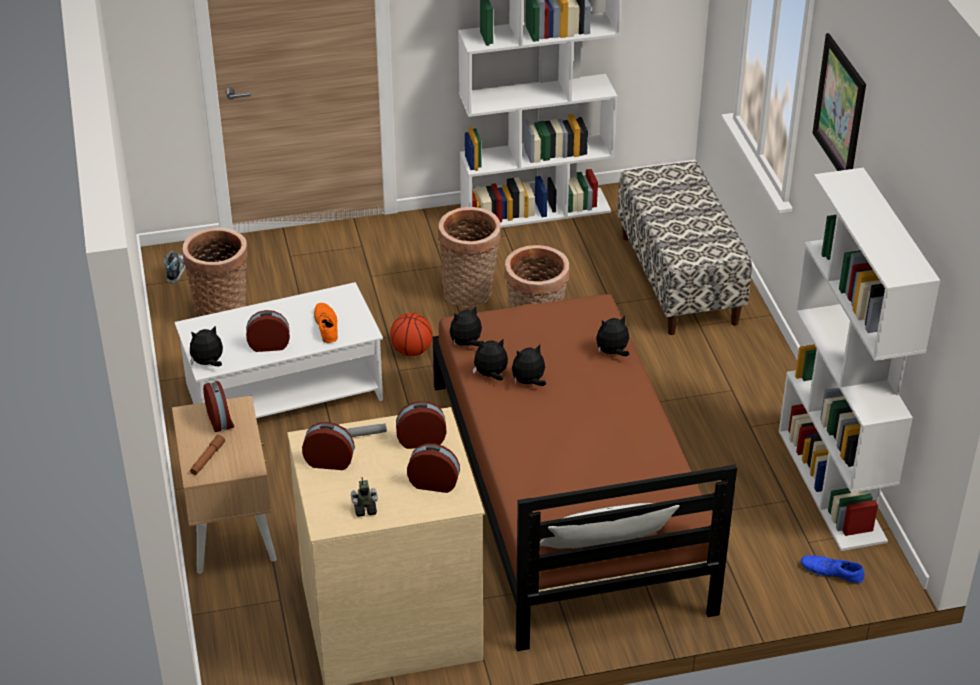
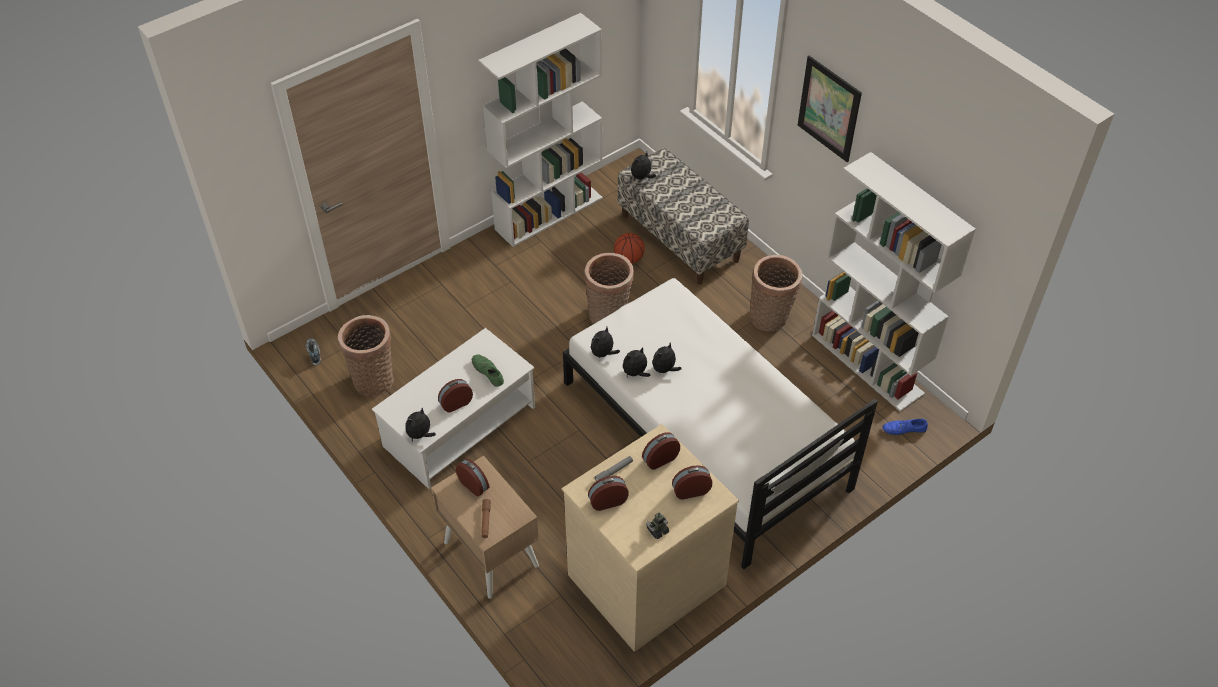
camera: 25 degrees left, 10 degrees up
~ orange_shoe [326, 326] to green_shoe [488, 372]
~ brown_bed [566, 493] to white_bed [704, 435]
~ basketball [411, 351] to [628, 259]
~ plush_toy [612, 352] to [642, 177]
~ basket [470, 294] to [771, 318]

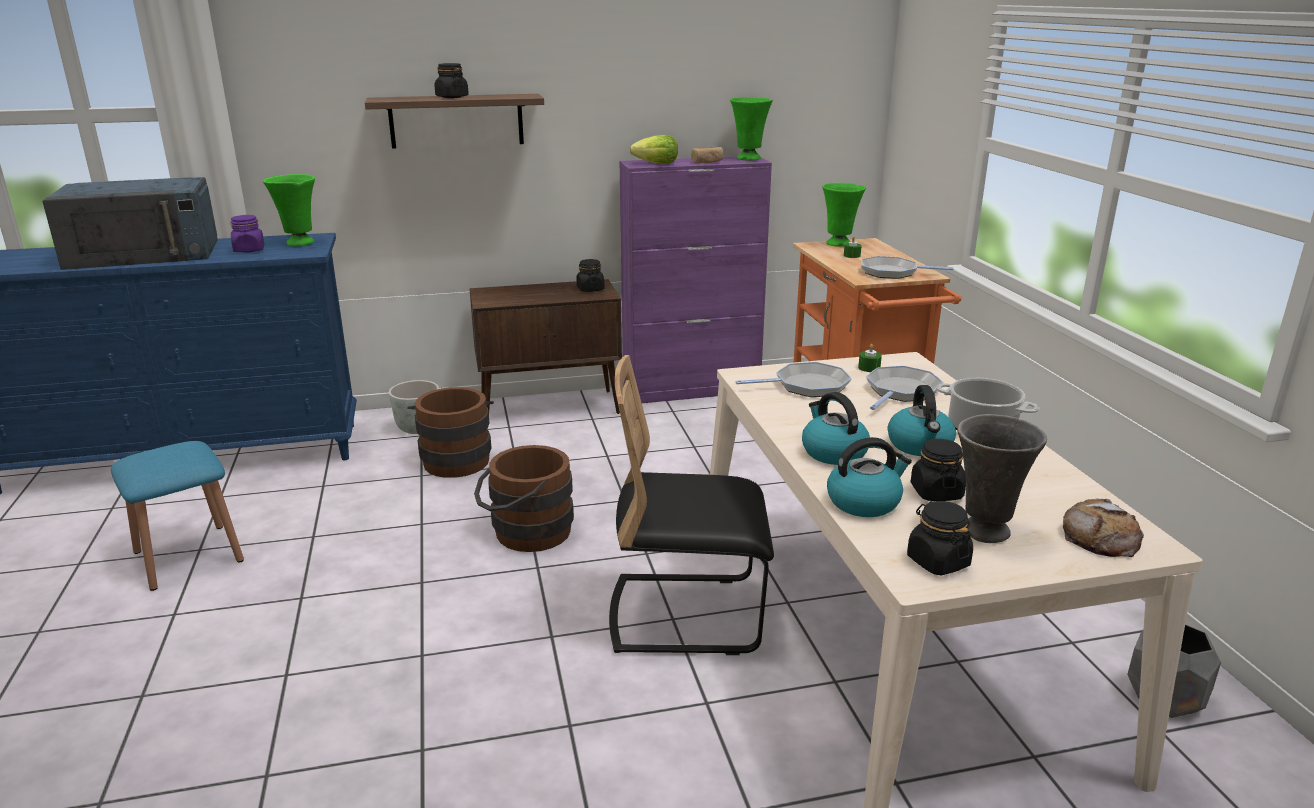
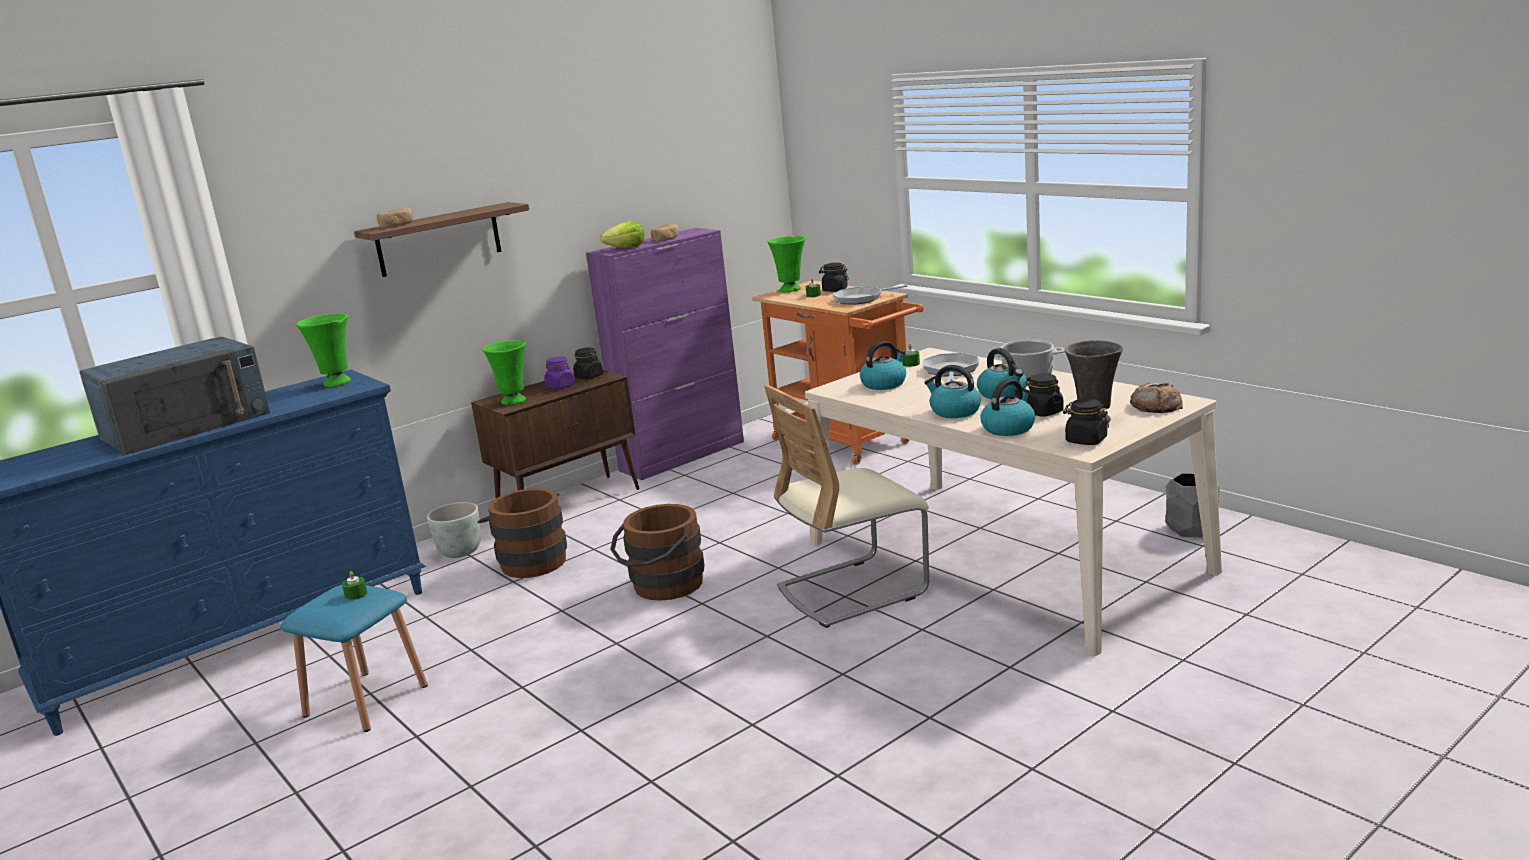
camera: 25 degrees left, 5 degrees down
+ green_candle [356, 594]
+ bread [396, 225]
~ green_vase [749, 159] to [514, 401]
~ purple_jar [249, 250] to [560, 386]
~ black_chair [686, 614] to beige_chair [852, 590]
~ black_jar [452, 97] to [834, 290]
~ frying_pan [807, 386] to kettle [884, 384]

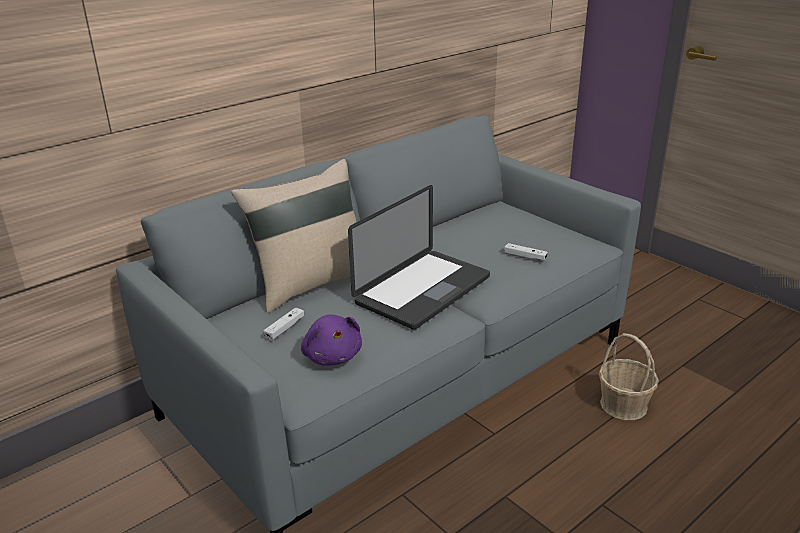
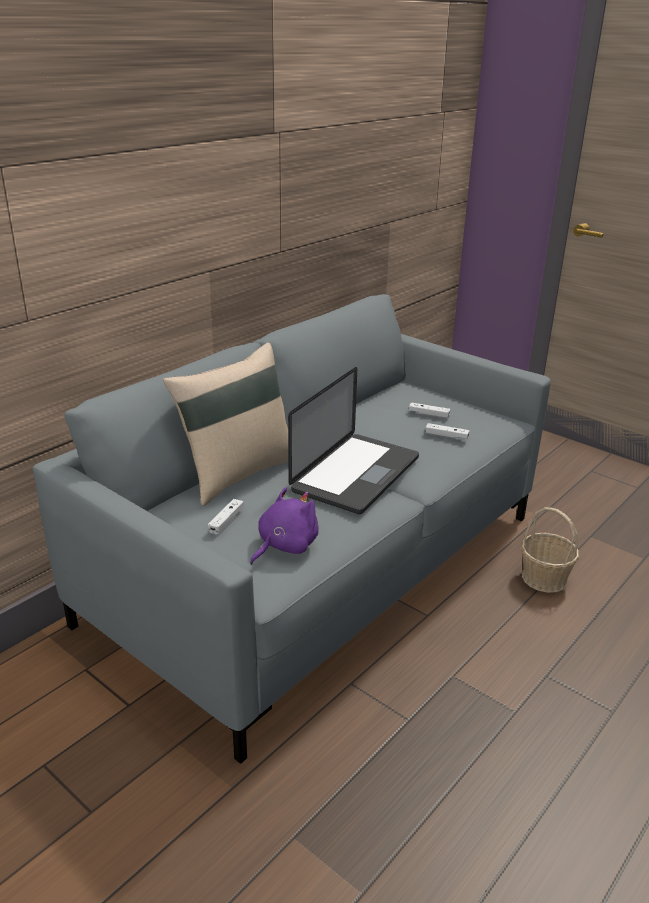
camera: 10 degrees left, 0 degrees up
~ purple_plush_toy [332, 356] = [284, 546] 105 degrees counterclockwise
+ white_game_controller [428, 415]

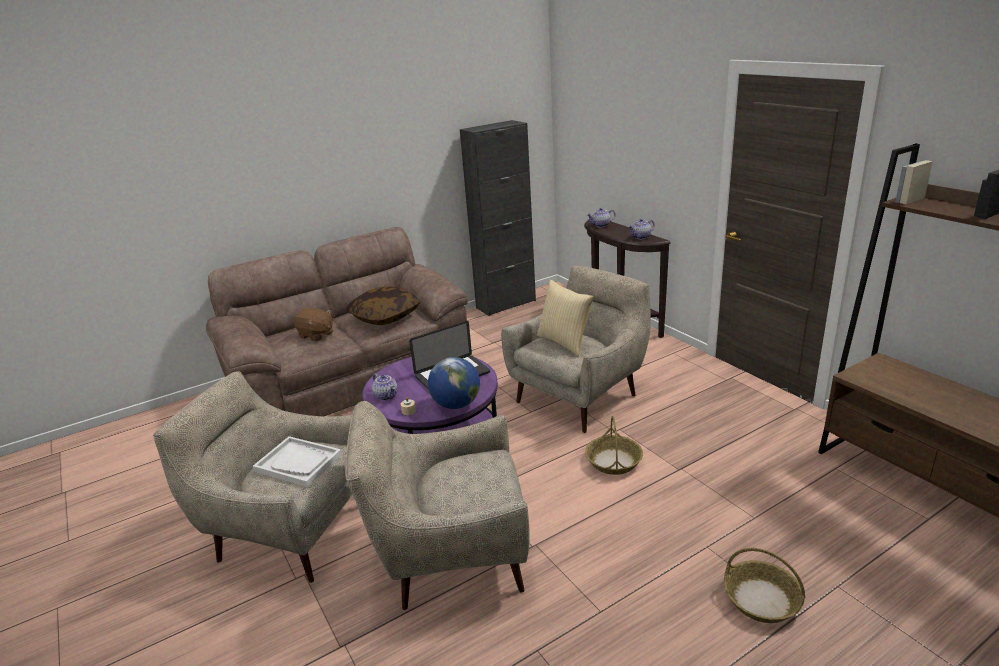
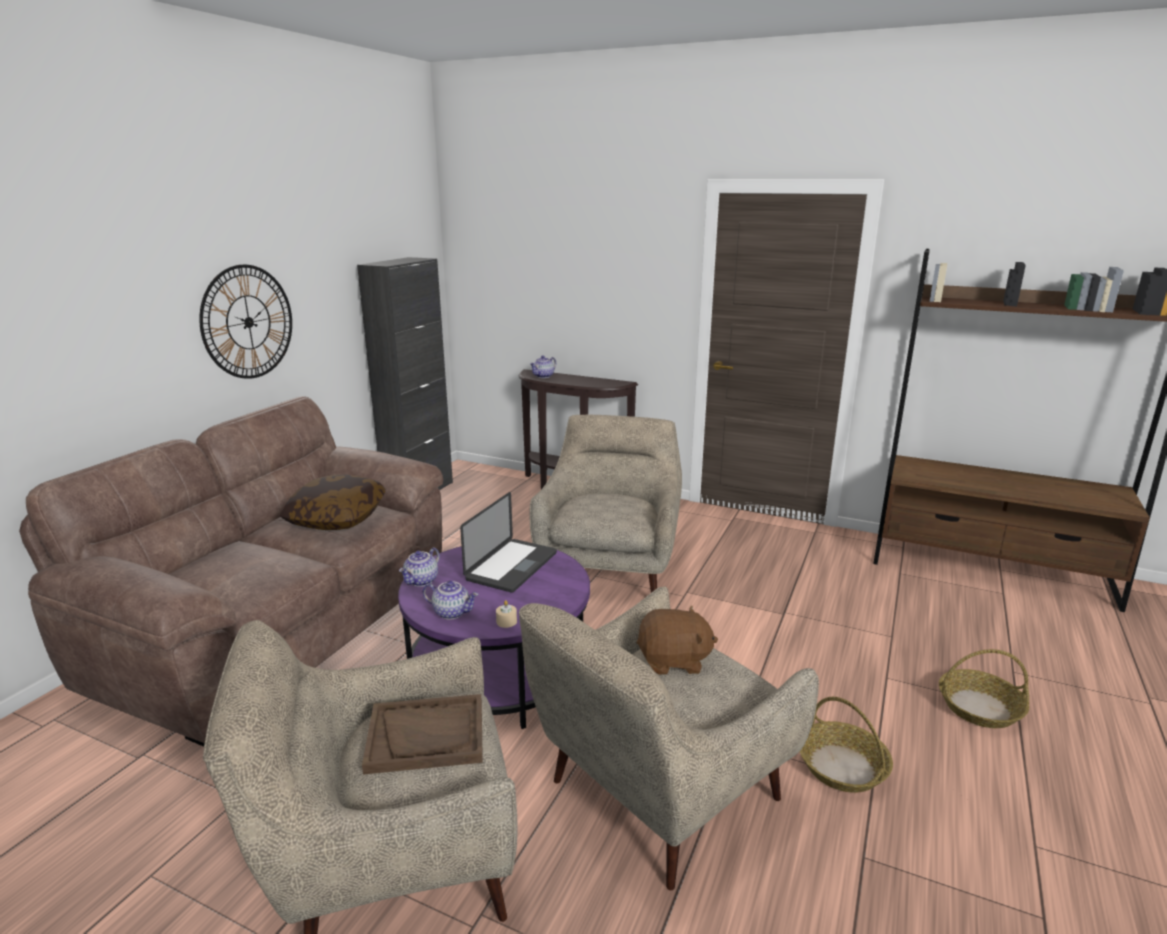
camera: 35 degrees left, 5 degrees down
+ wall_clock [248, 322]
~ white_tray [298, 463] to brown_tray [426, 736]
~ teapot [641, 237] to [422, 581]
~ brown_plush_toy [316, 335] to [674, 661]
~ basket [614, 461] to [843, 767]
- globe [456, 405]
- pillow [565, 342]

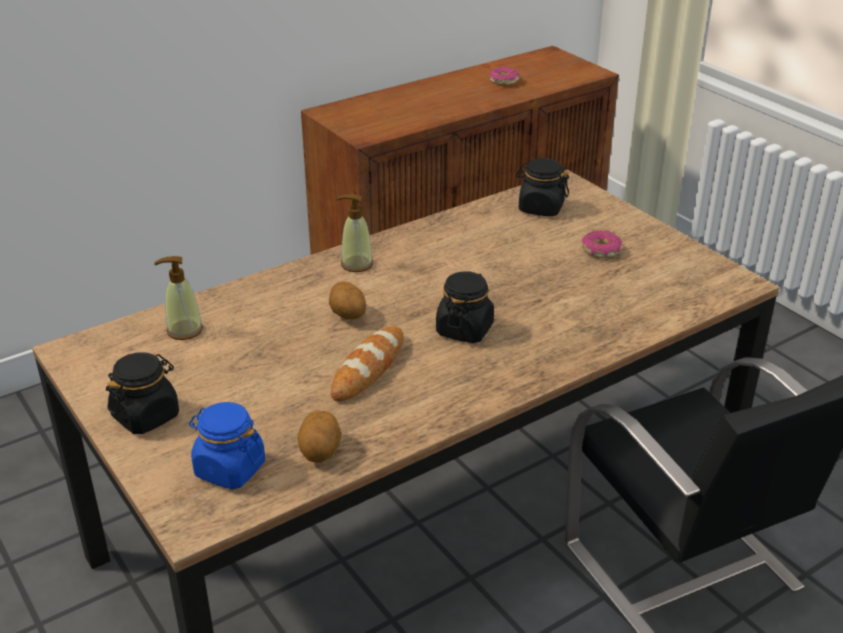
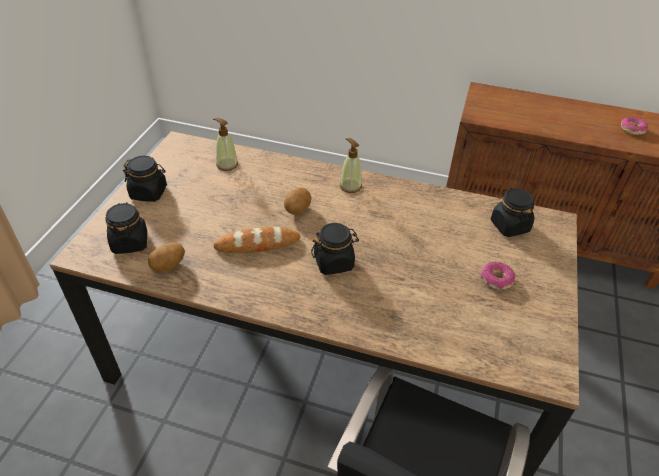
camera: 50 degrees right, 10 degrees up
~ blue_jar [229, 469] to black_jar [130, 242]

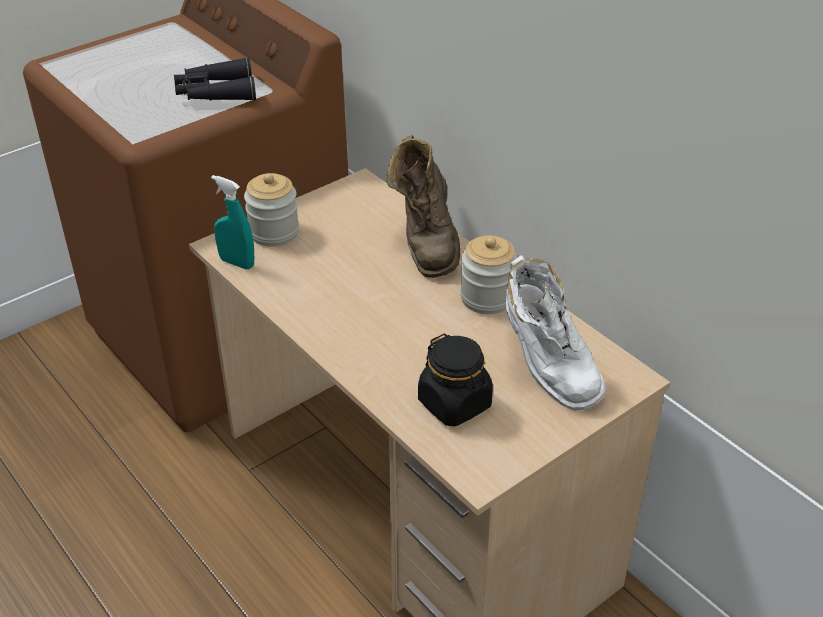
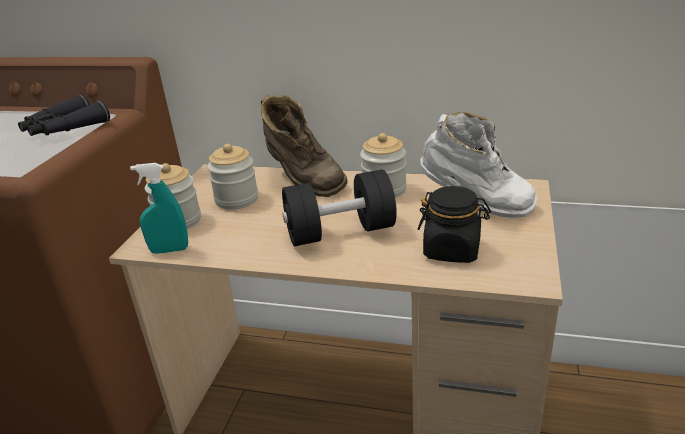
camera: 35 degrees left, 10 degrees down
+ jar [236, 199]
+ black_dumbbell [340, 232]

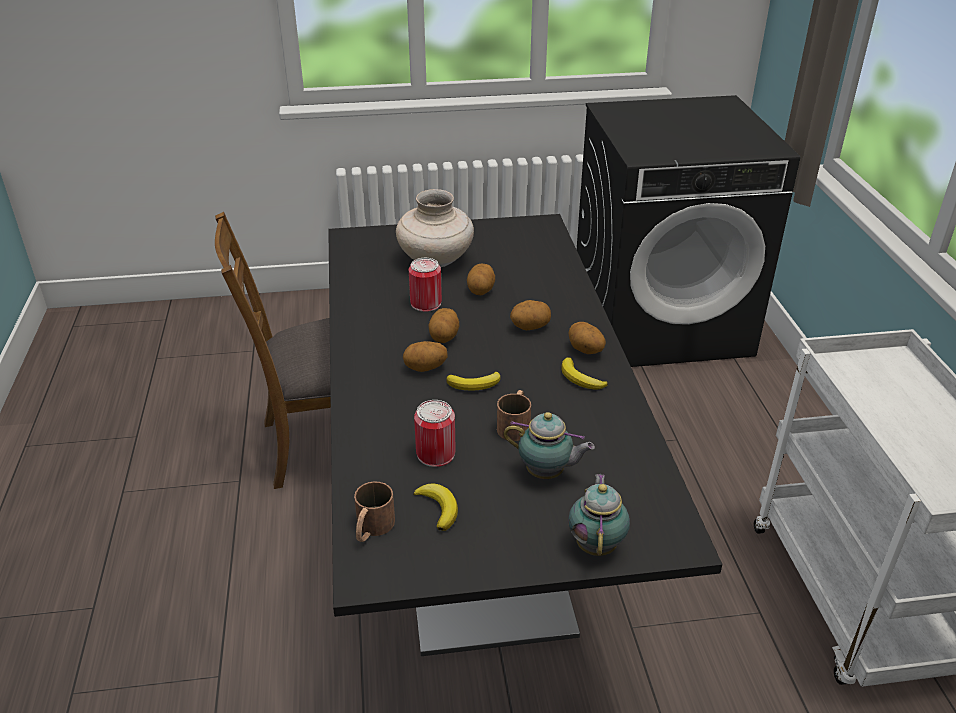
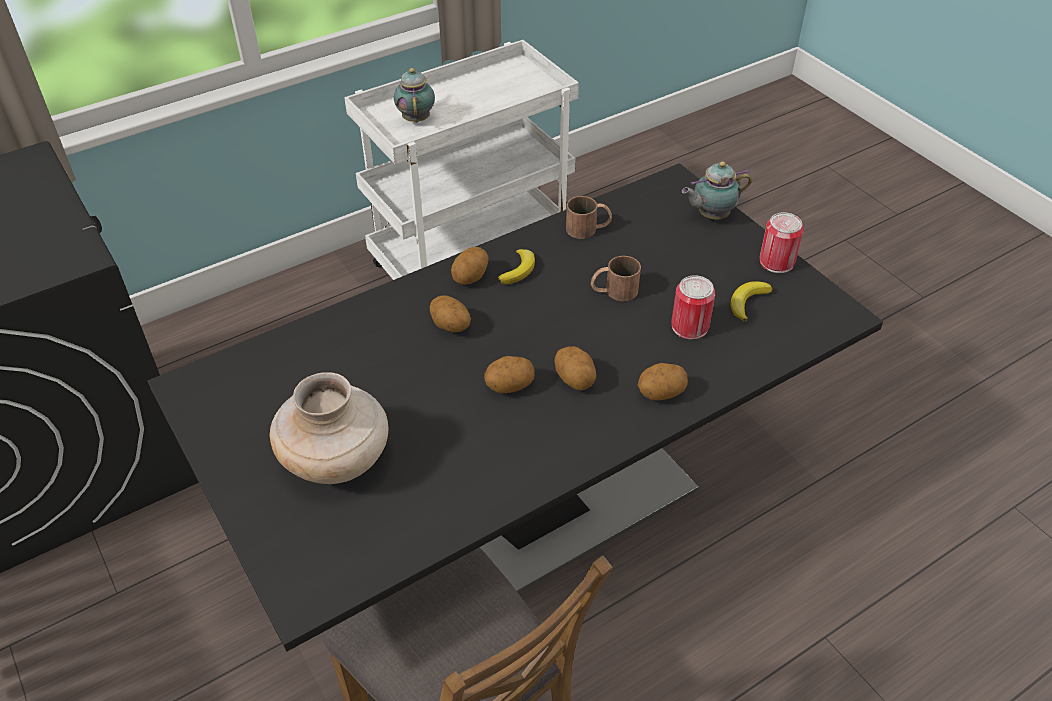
camera: 115 degrees left, 10 degrees up
~ teapot [547, 474] to [416, 118]
~ brown_mug [371, 528] to [588, 228]
~ potato [481, 291] to [661, 393]
~ can [426, 303] to [776, 262]
- banana [475, 384]

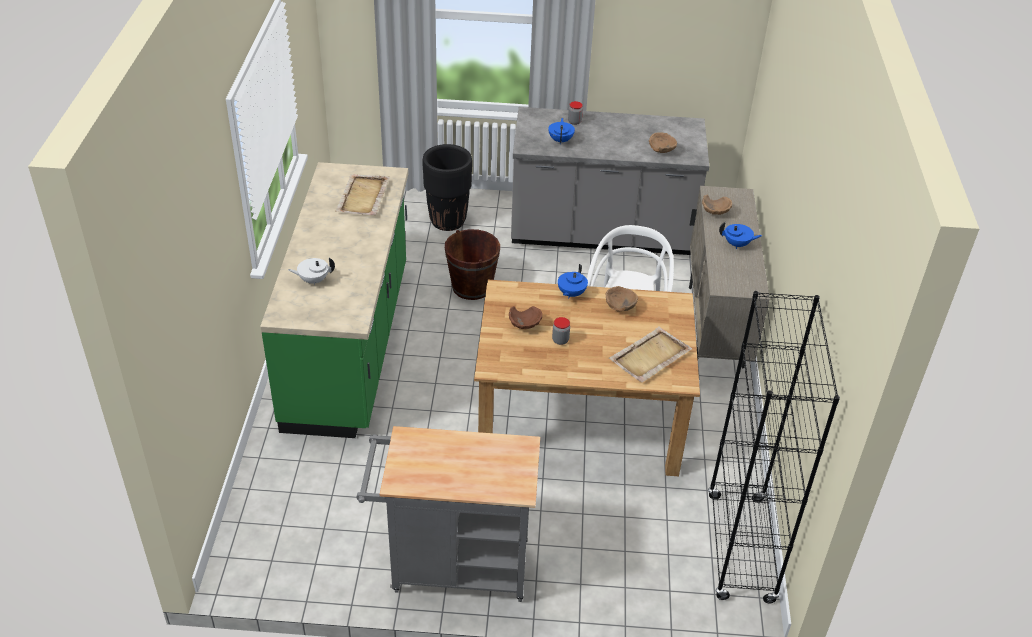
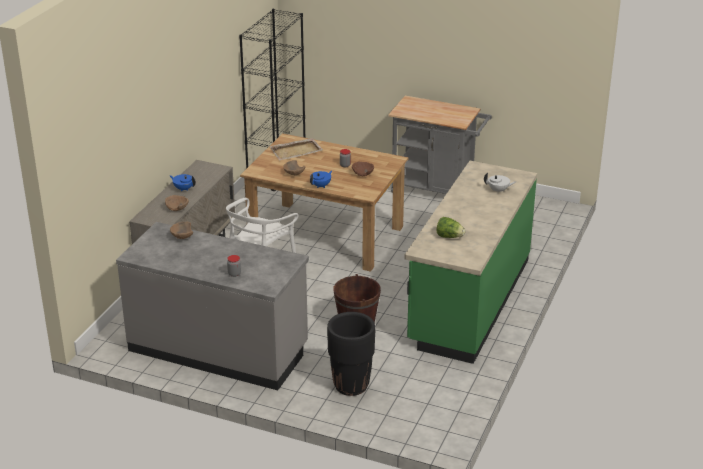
camera: 160 degrees left, 10 degrees down
~ beige_tray [362, 197] to lettuce [449, 236]
- blue_teapot [561, 140]

